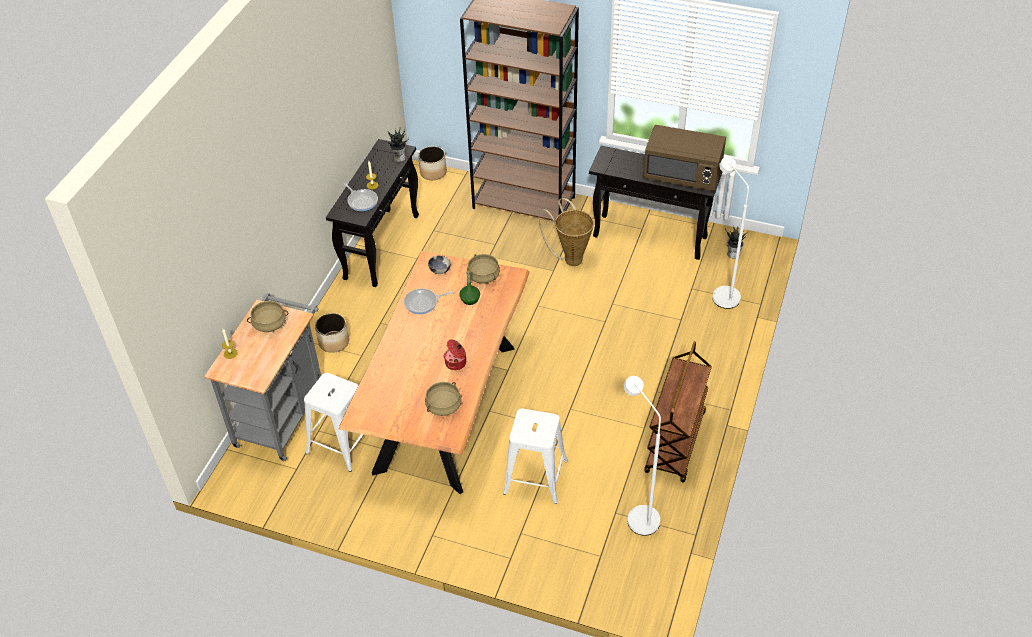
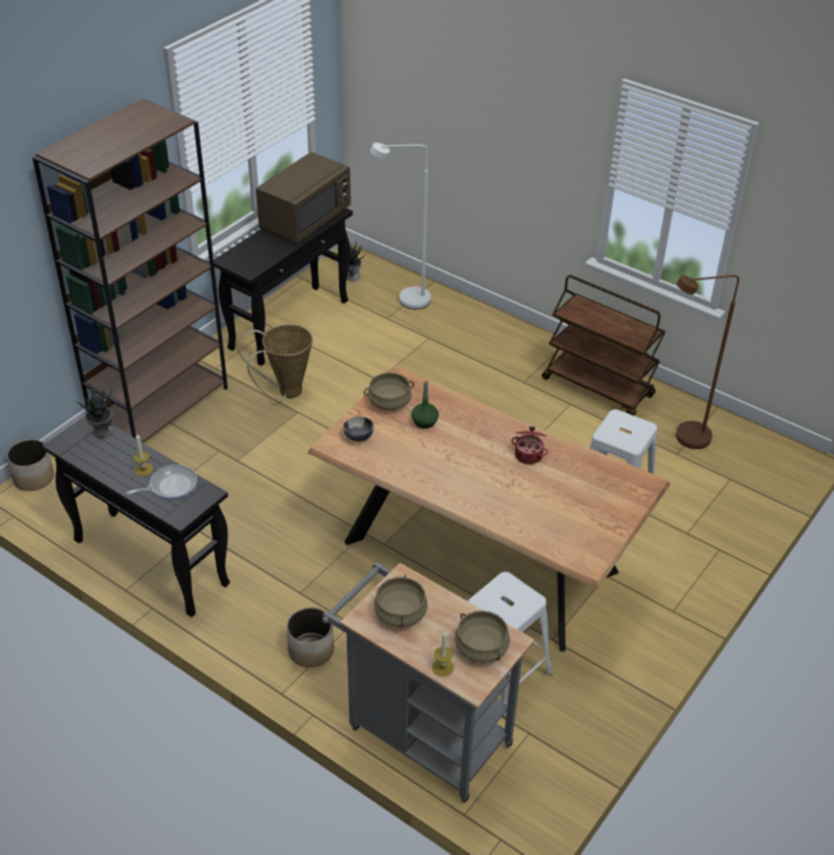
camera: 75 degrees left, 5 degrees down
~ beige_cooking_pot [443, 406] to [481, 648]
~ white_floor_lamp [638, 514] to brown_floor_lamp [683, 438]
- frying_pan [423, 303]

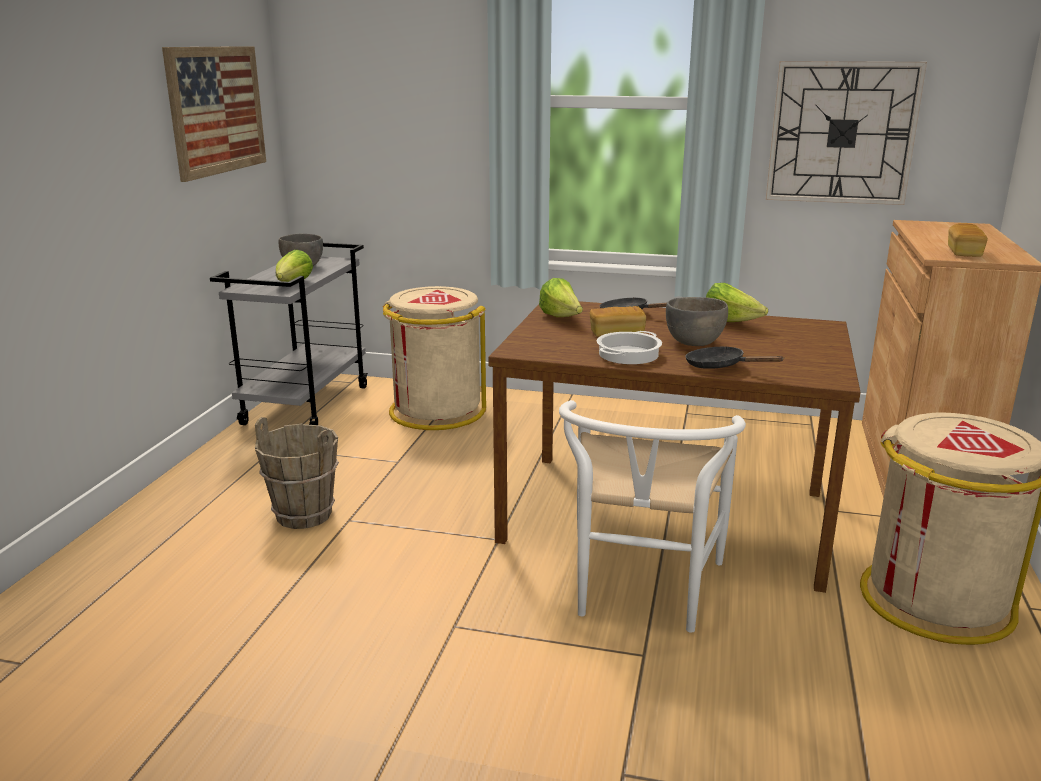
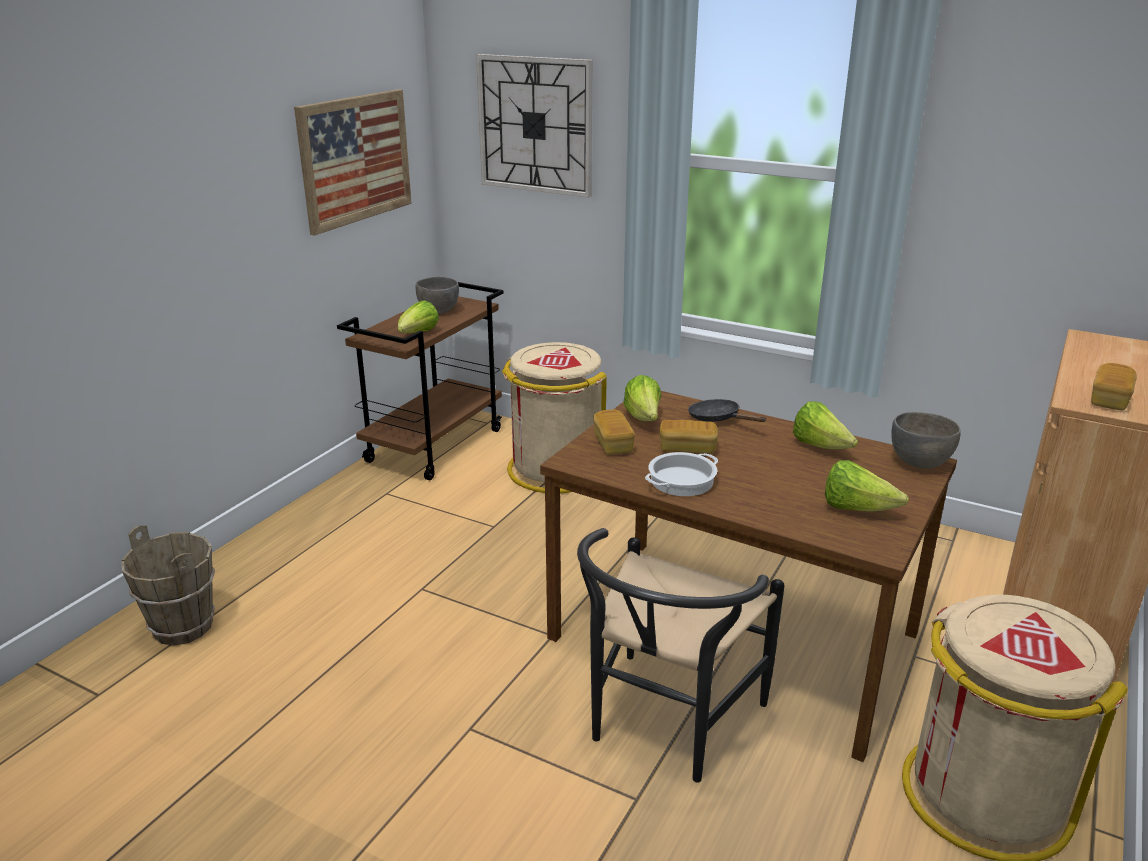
camera: 15 degrees right, 5 degrees up
~ brown_bucket [304, 515] to [184, 626]
~ grey_cart [306, 404] to brown_cart [434, 445]
~ wall_clock [842, 133] to [535, 125]
~ white_chair [640, 593] to black_chair [665, 725]
+ bread [613, 444]
+ lettuce [856, 508]
~ grey_bowl [694, 343] to [920, 463]
- black_frying_pan [720, 366]

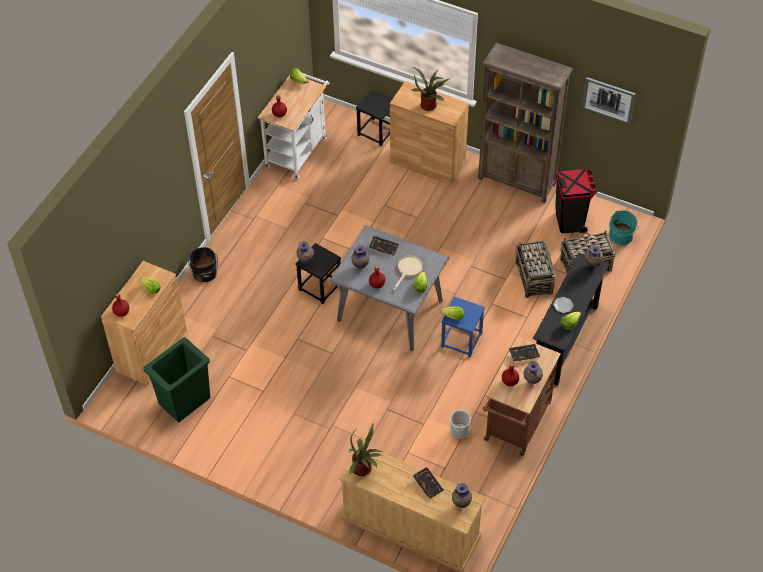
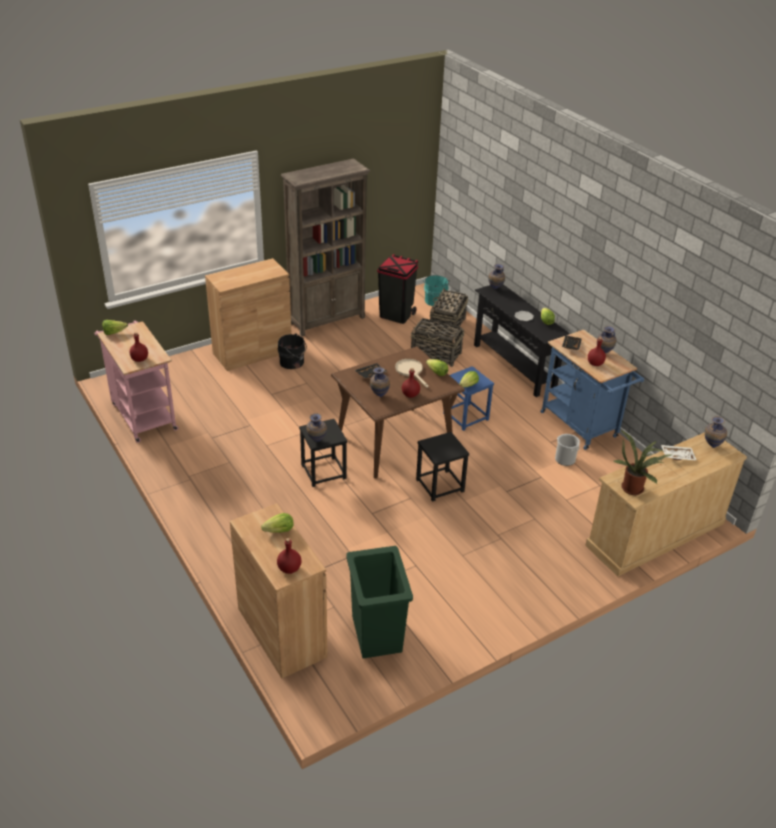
camera: 60 degrees left, 15 degrees down
~ white_cart [298, 149] to pink_cart [142, 414]
~ black_bucket [205, 274] to [293, 362]
~ grey_dining_table [390, 310] to brown_dining_table [395, 441]
~ black_stool [376, 132] to [440, 486]
~ brown_cart [516, 426] to blue_cart [582, 427]
~ black_tray [428, 484] to white_tray [677, 456]
- potted_plant [429, 105]
- picture [608, 100]

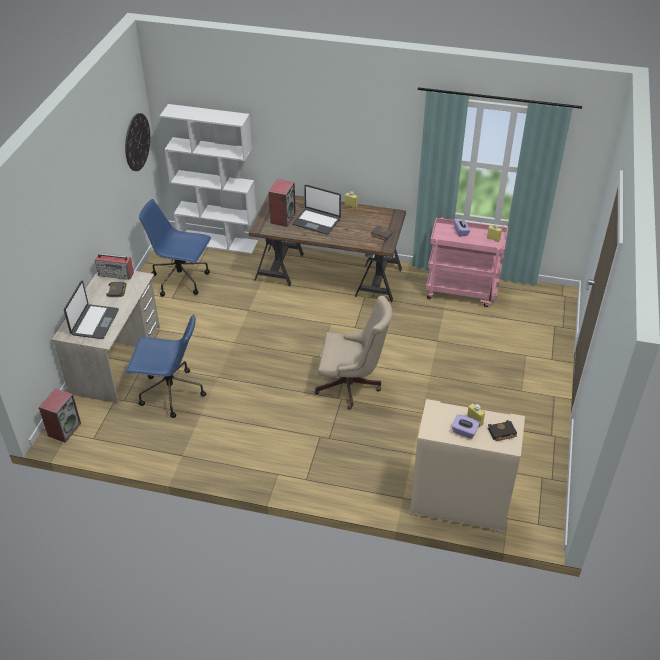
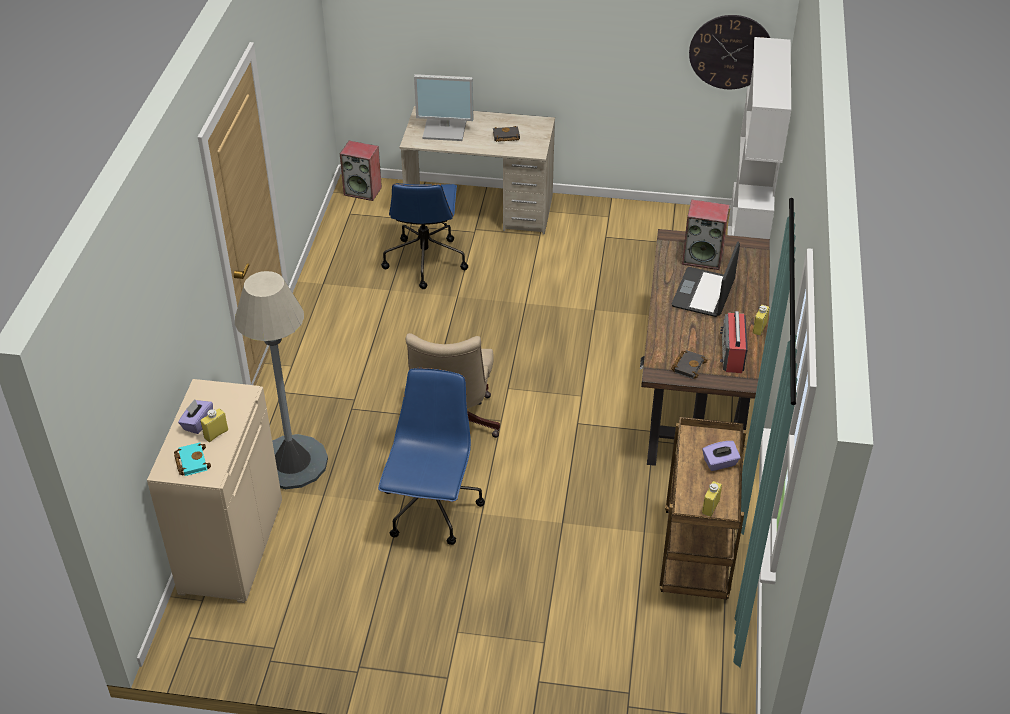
camera: 85 degrees right, 0 degrees up
~ black_book [501, 433] to turquoise_book [191, 461]
+ grey_floor_lamp [292, 462]
~ blue_office_chair [181, 280] to [431, 510]
~ laptop [94, 322] to monitor [445, 129]
~ pink_cart [462, 291] to brown_cart [696, 557]
~ radio [116, 274] to [732, 354]

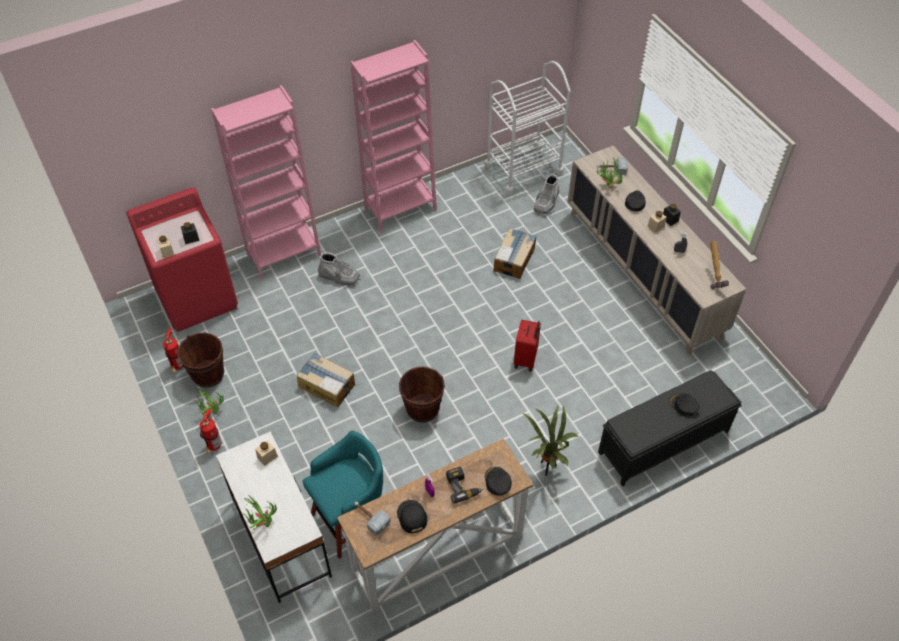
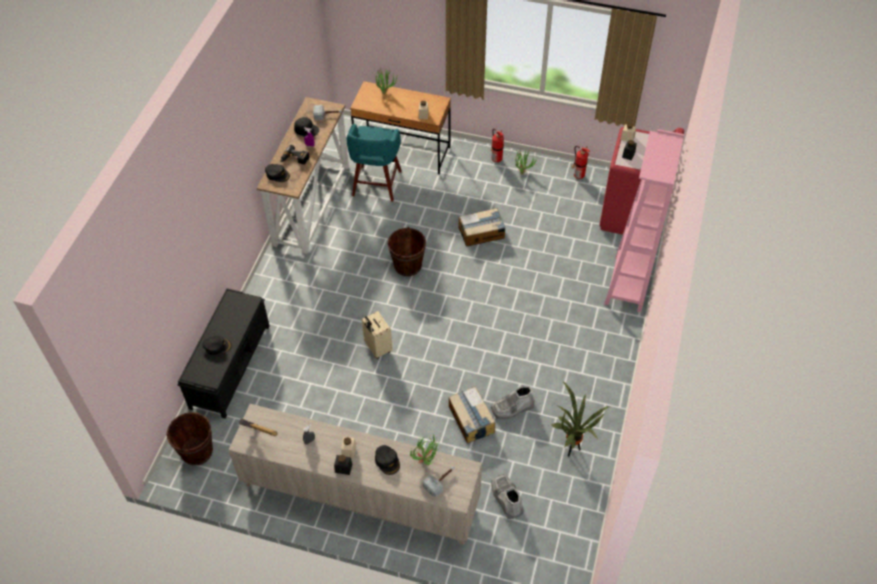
camera: 135 degrees right, 0 degrees up
~ brown_bucket [208, 374] to [197, 451]
~ white_desk [281, 537] to brown_desk [403, 152]
~ red_suitcase [526, 359] to beige_suitcase [377, 348]
~ grey_boot [339, 276] to [512, 408]
~ potted_plant [546, 468] to [571, 448]
- pink_bookcase [400, 209]
- white_cart [523, 168]

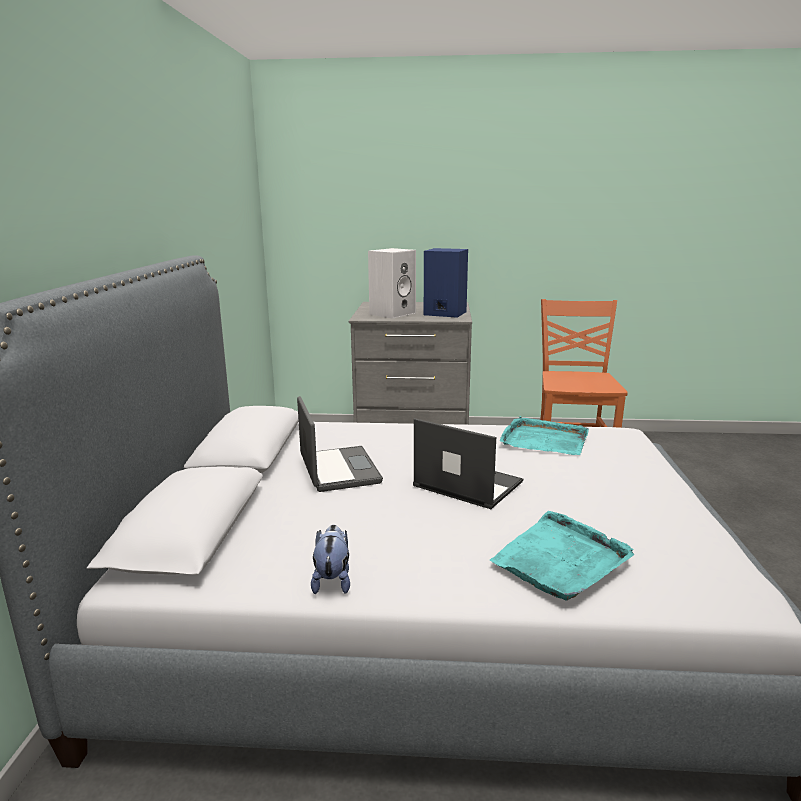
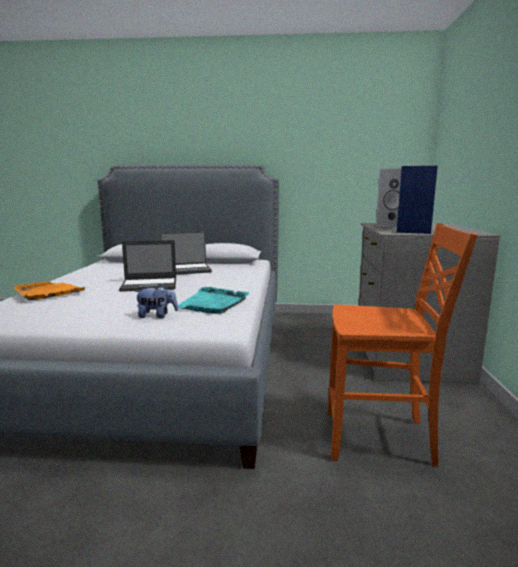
camera: 90 degrees right, 5 degrees down
~ turquoise_tray [560, 559] to orange_tray [48, 292]
~ laptop [466, 483] = [150, 285] 45 degrees clockwise
~ plush_toy [332, 580] to [157, 316]

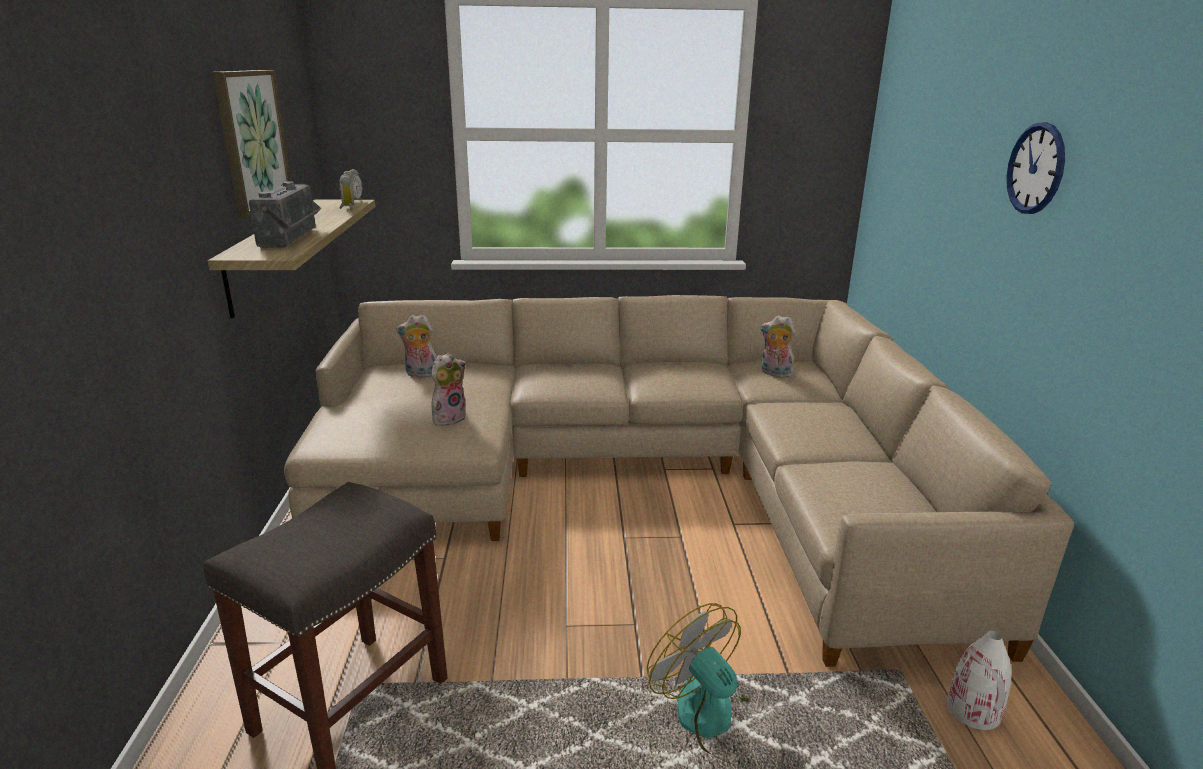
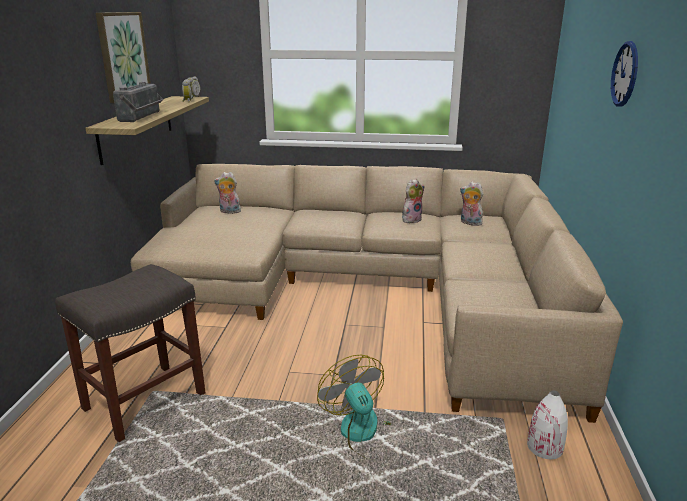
camera: 10 degrees right, 0 degrees up
~ plush_toy [449, 418] to [411, 219]

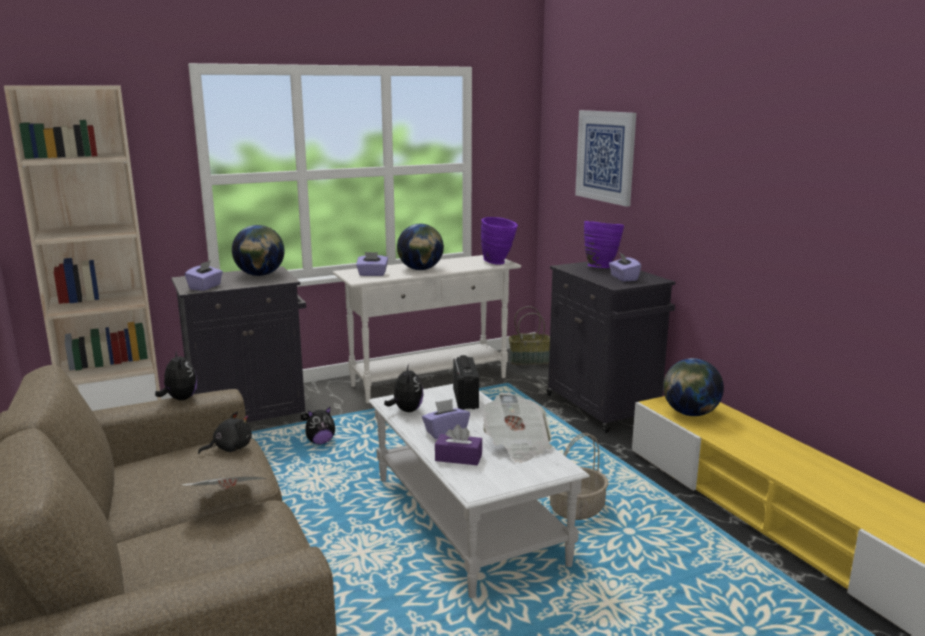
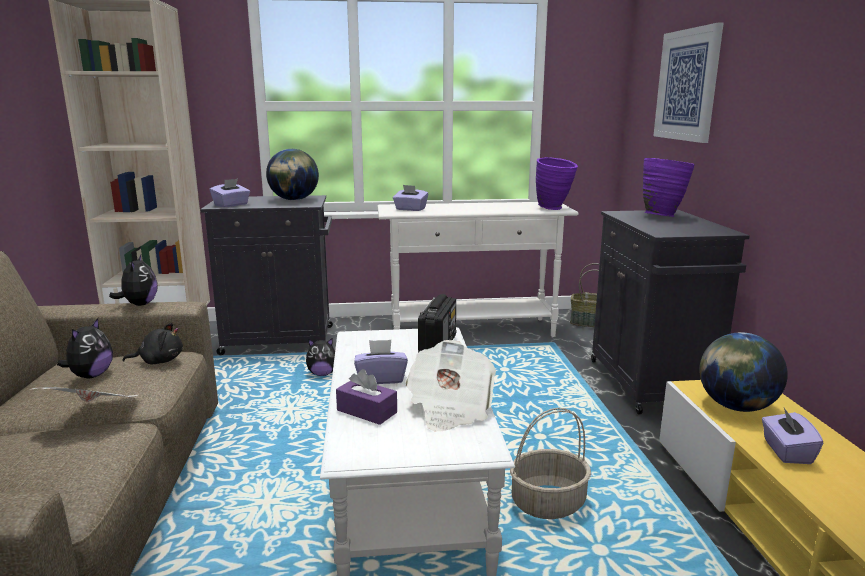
camera: 20 degrees right, 0 degrees up
~ plush_toy [406, 410] to [91, 375]
~ purple_tissue_box [623, 278] to [786, 451]
- globe [420, 269]

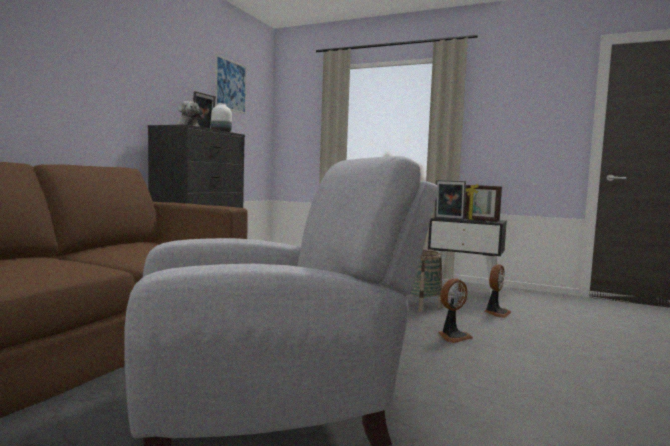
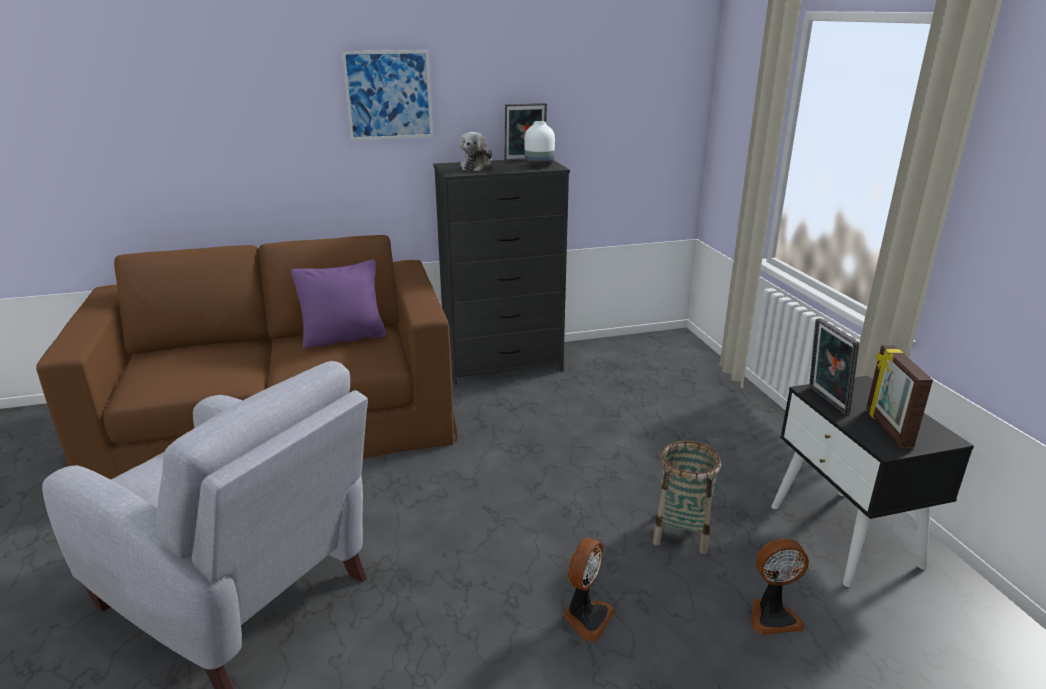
camera: 50 degrees right, 20 degrees up
+ purple_pillow [344, 338]
~ picture [230, 85] to [389, 95]
~ fan [452, 336] = [586, 617] 75 degrees counterclockwise

